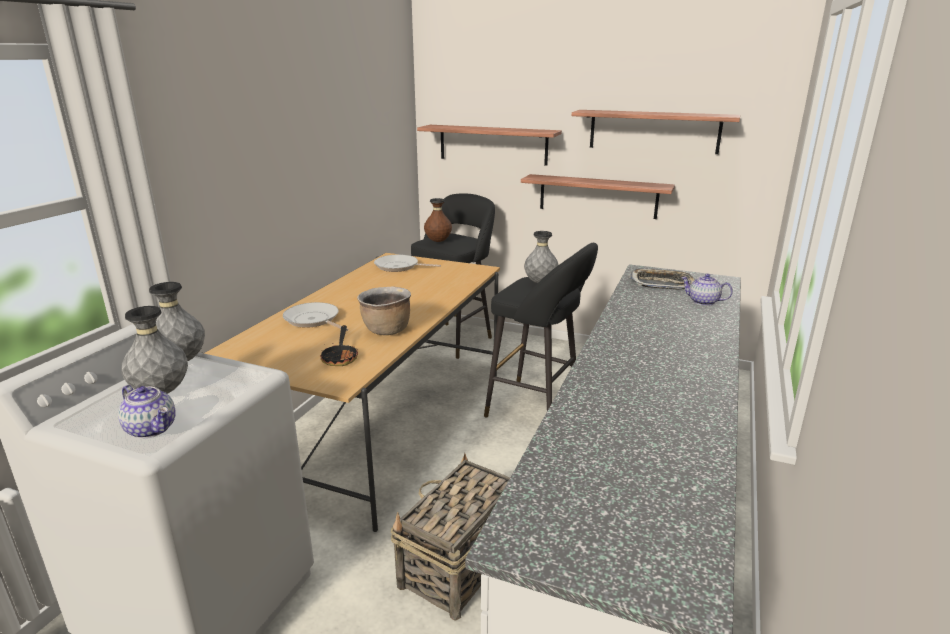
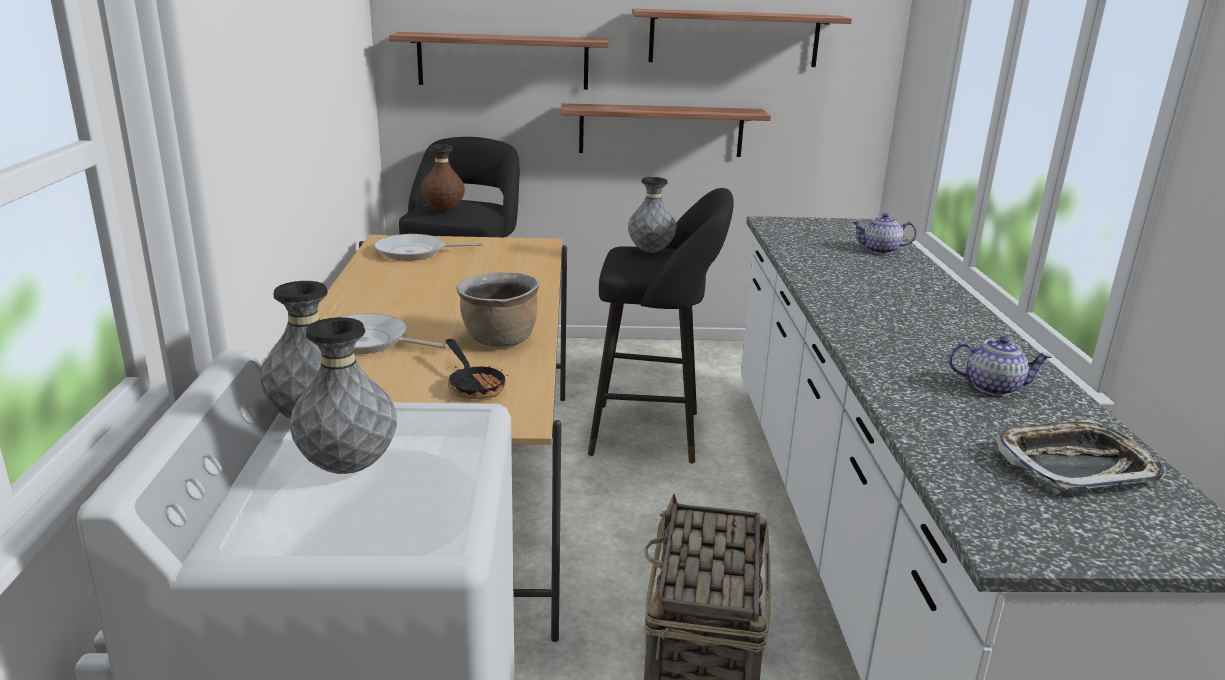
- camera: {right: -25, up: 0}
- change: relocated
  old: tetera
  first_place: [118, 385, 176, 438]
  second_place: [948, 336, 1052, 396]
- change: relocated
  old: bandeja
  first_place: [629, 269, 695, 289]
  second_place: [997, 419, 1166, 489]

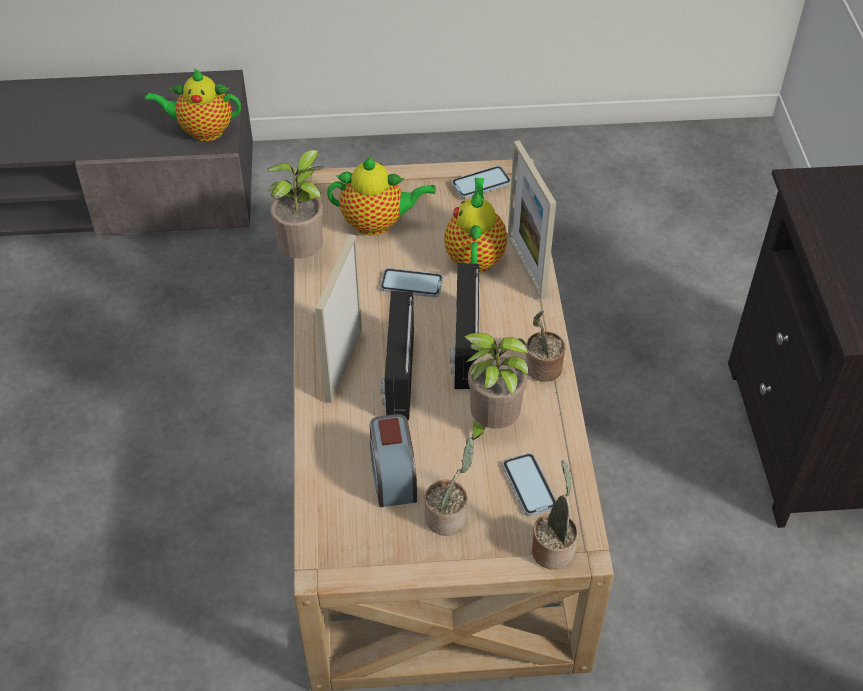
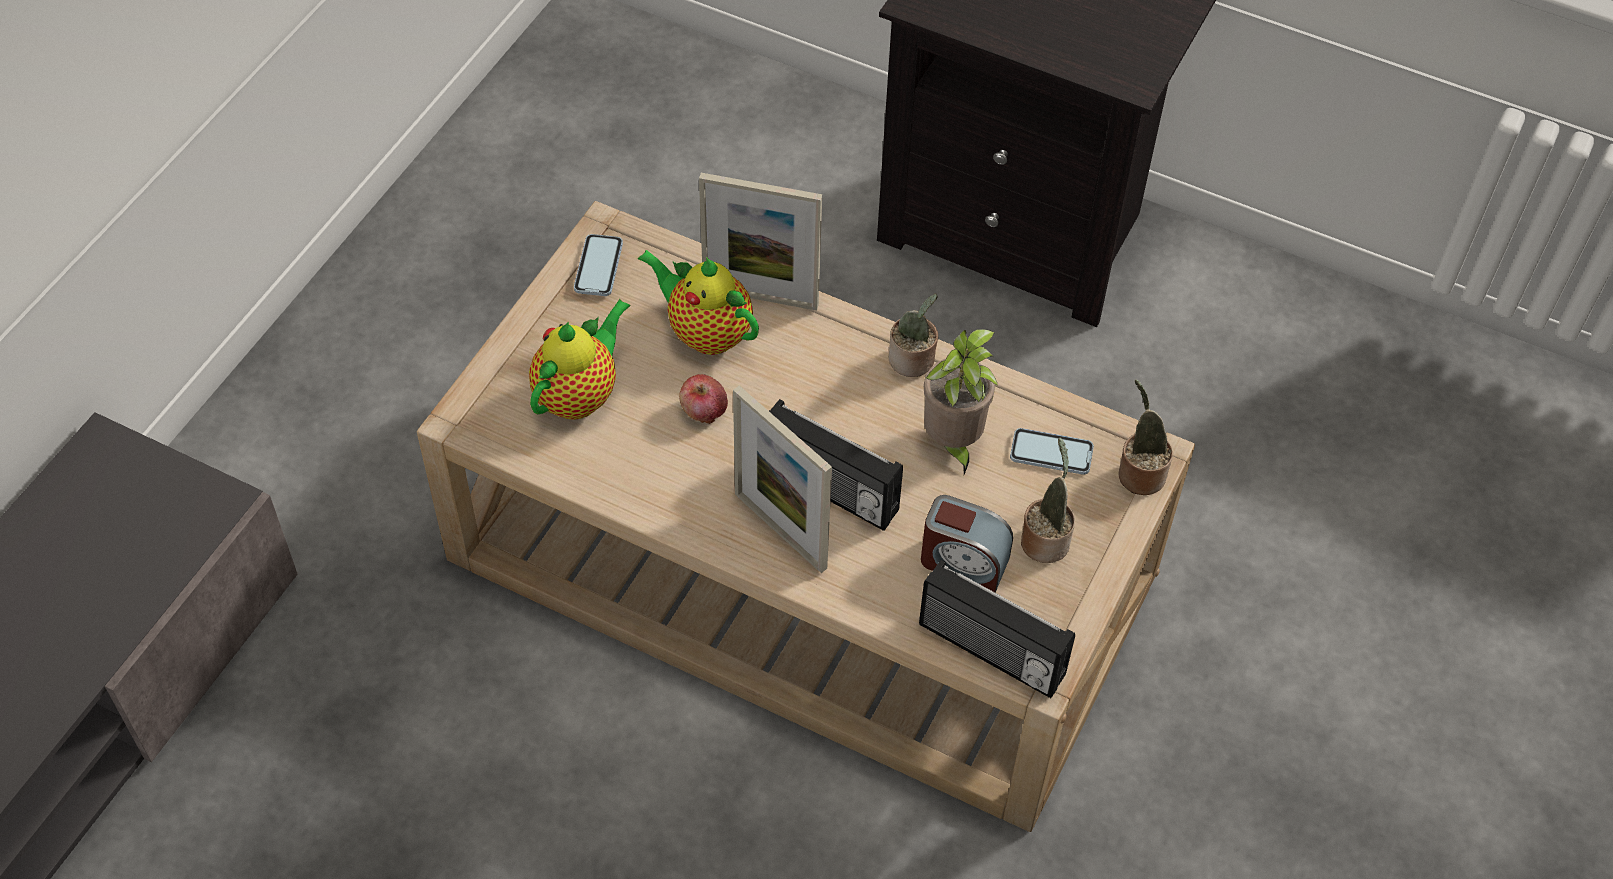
- camera: {right: -60, up: 5}
- change: missing
  old: tetera
  first_place: [145, 69, 241, 141]
- change: missing
  old: planta en maceta
  first_place: [267, 149, 324, 258]
- change: relocated
  old: radio
  first_place: [450, 263, 479, 389]
  second_place: [919, 560, 1075, 698]
- change: exchanged
  old: móvil
  new: manzana
  first_place: [380, 268, 443, 297]
  second_place: [679, 374, 728, 424]

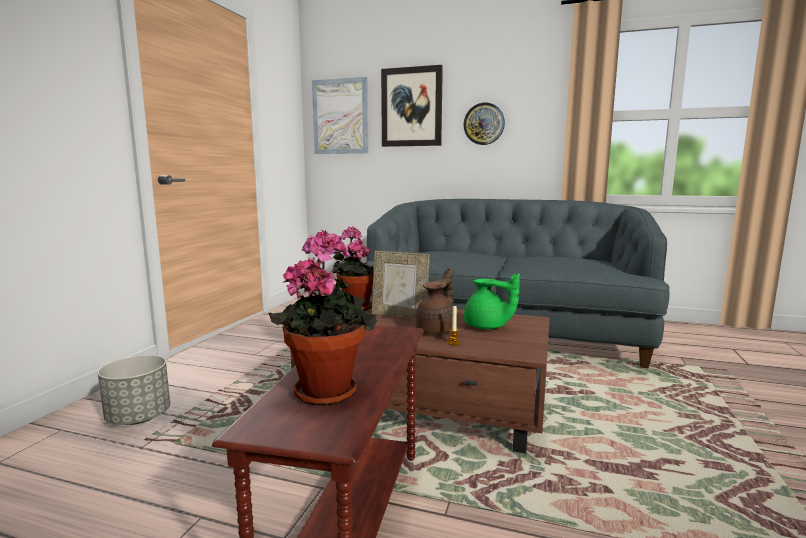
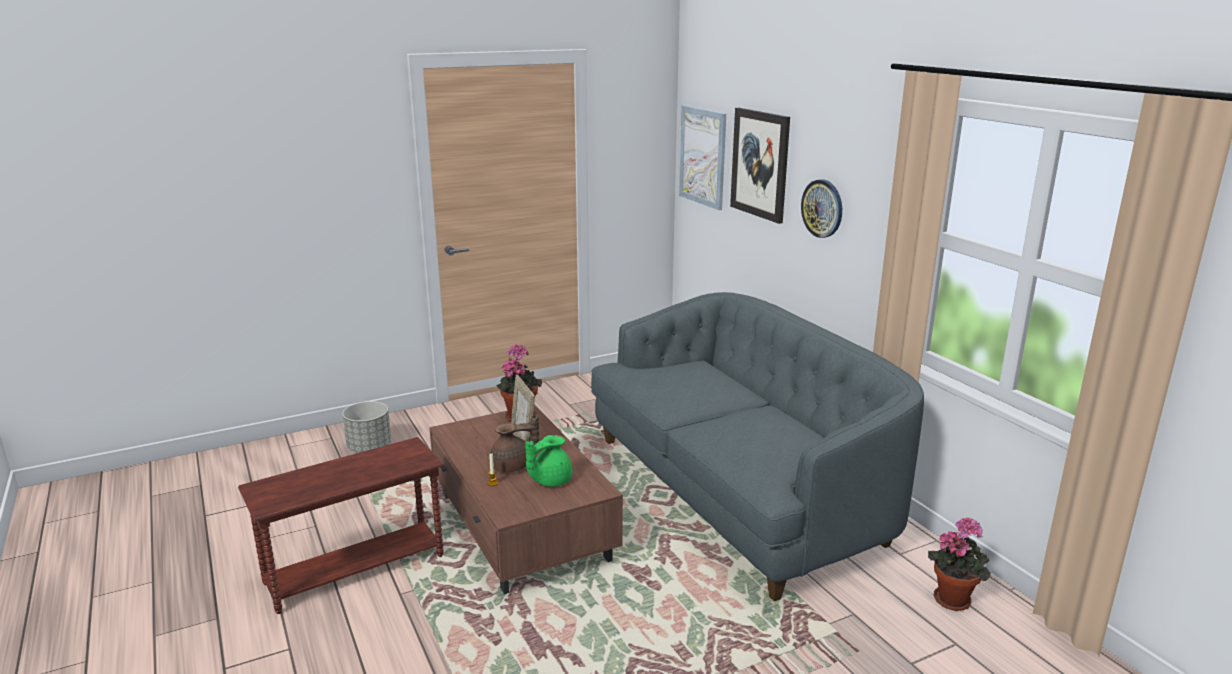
- camera: {right: 45, up: 10}
- change: relocated
  old: planta en maceta
  first_place: [268, 230, 377, 405]
  second_place: [928, 517, 991, 611]
- change: spun
  old: tetera/verde
  first_place: [464, 273, 520, 329]
  second_place: [526, 435, 572, 487]
  degrees: 60

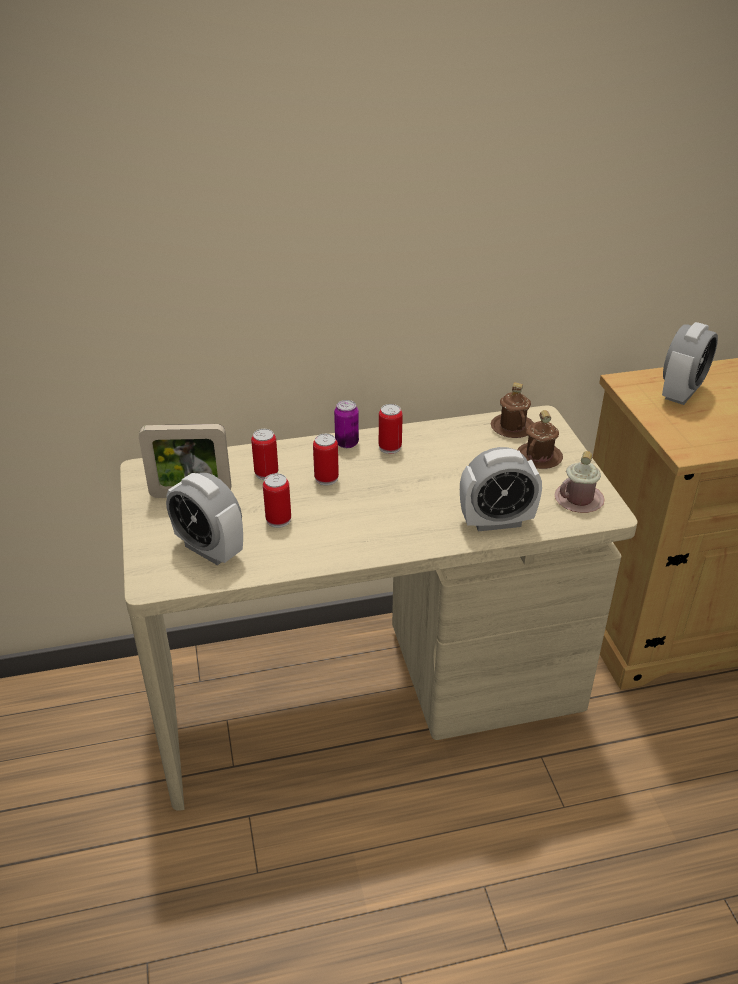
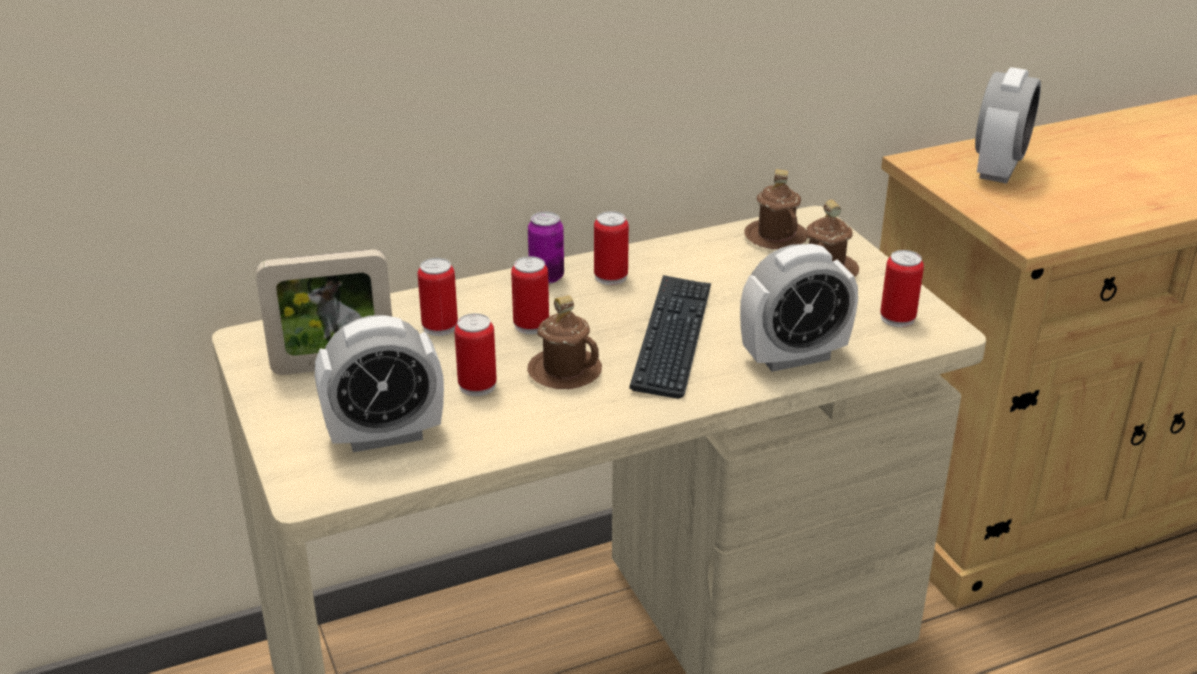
- camera: {right: -10, up: -5}
- change: appeared
  new: taza grande/marrón
  second_place: [527, 295, 602, 389]
- change: appeared
  new: teclado
  second_place: [629, 275, 711, 399]
- change: exchanged
  old: taza grande/rosa
  new: lata
  first_place: [555, 451, 605, 513]
  second_place: [880, 250, 924, 327]
- change: spun
  old: despertador
  first_place: [166, 473, 243, 566]
  second_place: [315, 315, 444, 452]
  degrees: -45

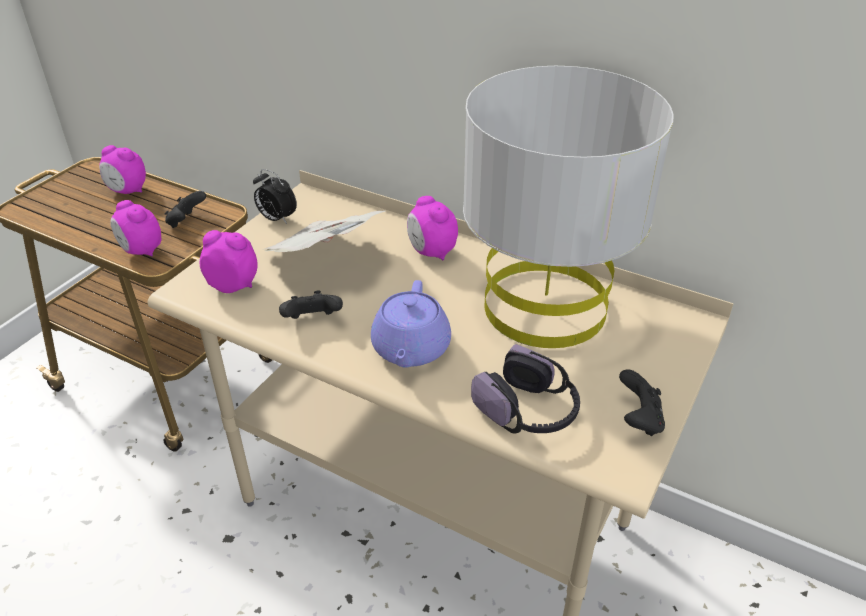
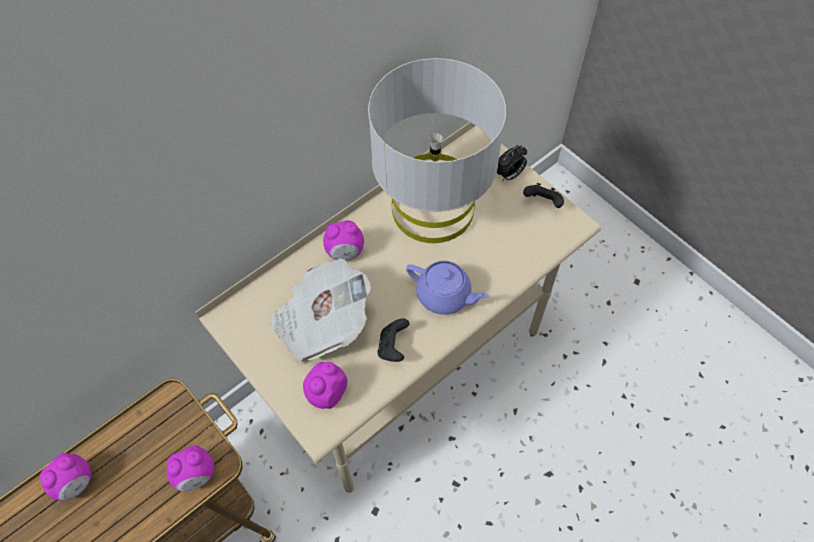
- camera: {right: -70, up: 20}
- change: missing
  old: mando de consola/negro
  first_place: [165, 191, 206, 228]
- change: missing
  old: auriculares
  first_place: [471, 344, 580, 434]
- change: relocated
  old: despertador
  first_place: [253, 169, 297, 224]
  second_place: [497, 145, 527, 181]

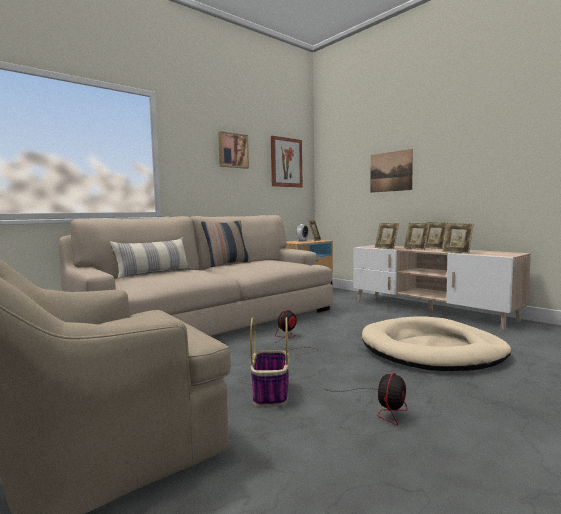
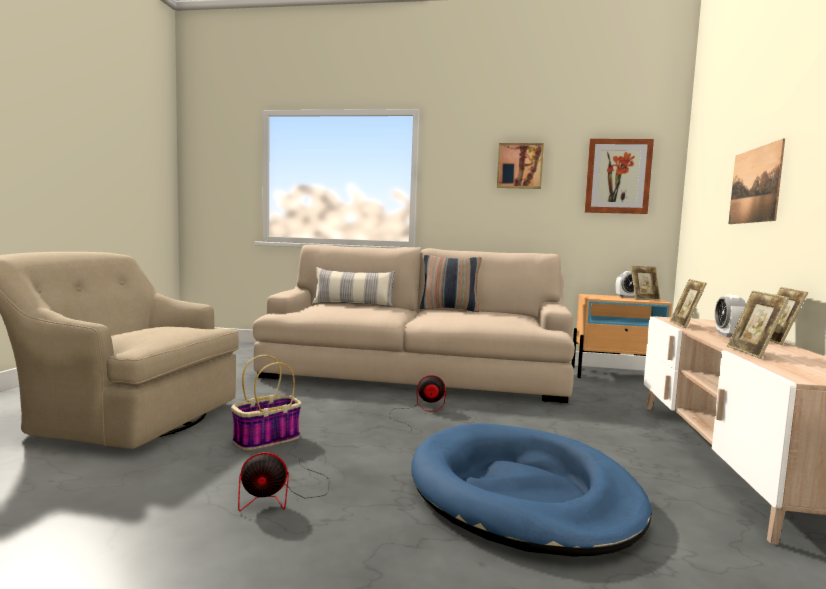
- camera: {right: 50, up: 0}
- change: exchanged
  old: portarretratos
  new: despertador
  first_place: [404, 223, 430, 250]
  second_place: [715, 294, 746, 337]
- change: colour
  old: cama para perro/beis
  new: cama para perro/azul
  first_place: [362, 316, 511, 371]
  second_place: [411, 423, 652, 557]

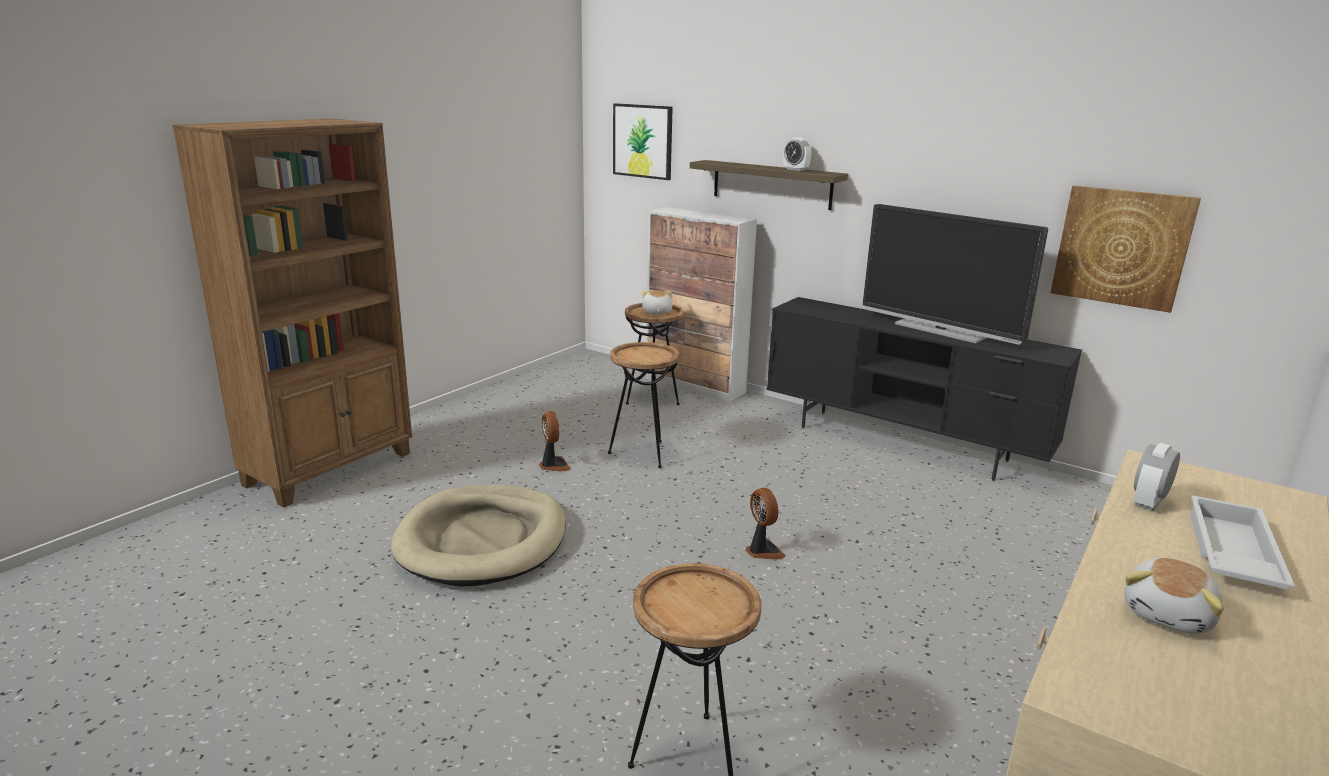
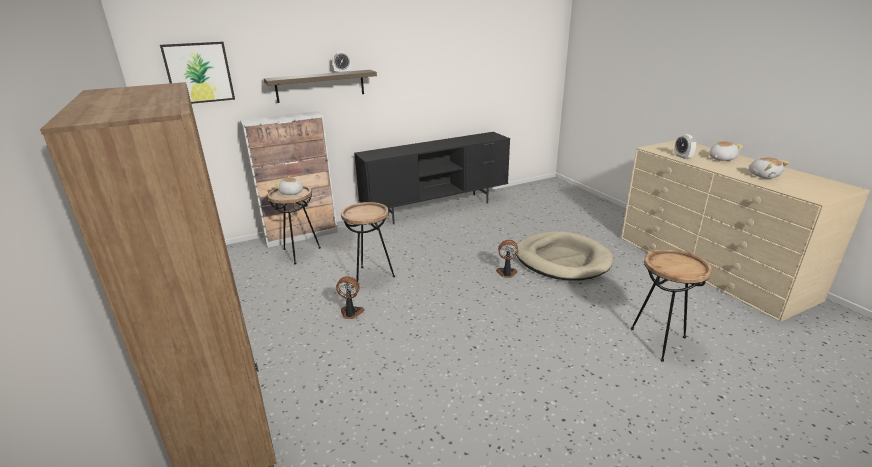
- camera: {right: -60, up: 5}
- change: missing
  old: televisor
  first_place: [863, 204, 1048, 345]
- change: missing
  old: cuadro
  first_place: [1050, 185, 1201, 313]
- change: relocated
  old: cama para perro/beis
  first_place: [391, 485, 566, 586]
  second_place: [515, 231, 613, 281]
- change: exchanged
  old: bandeja/blanco
  new: peluche
  first_place: [1190, 495, 1295, 589]
  second_place: [709, 141, 743, 161]

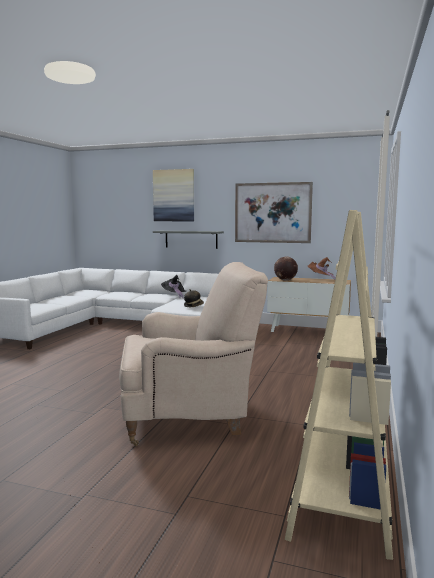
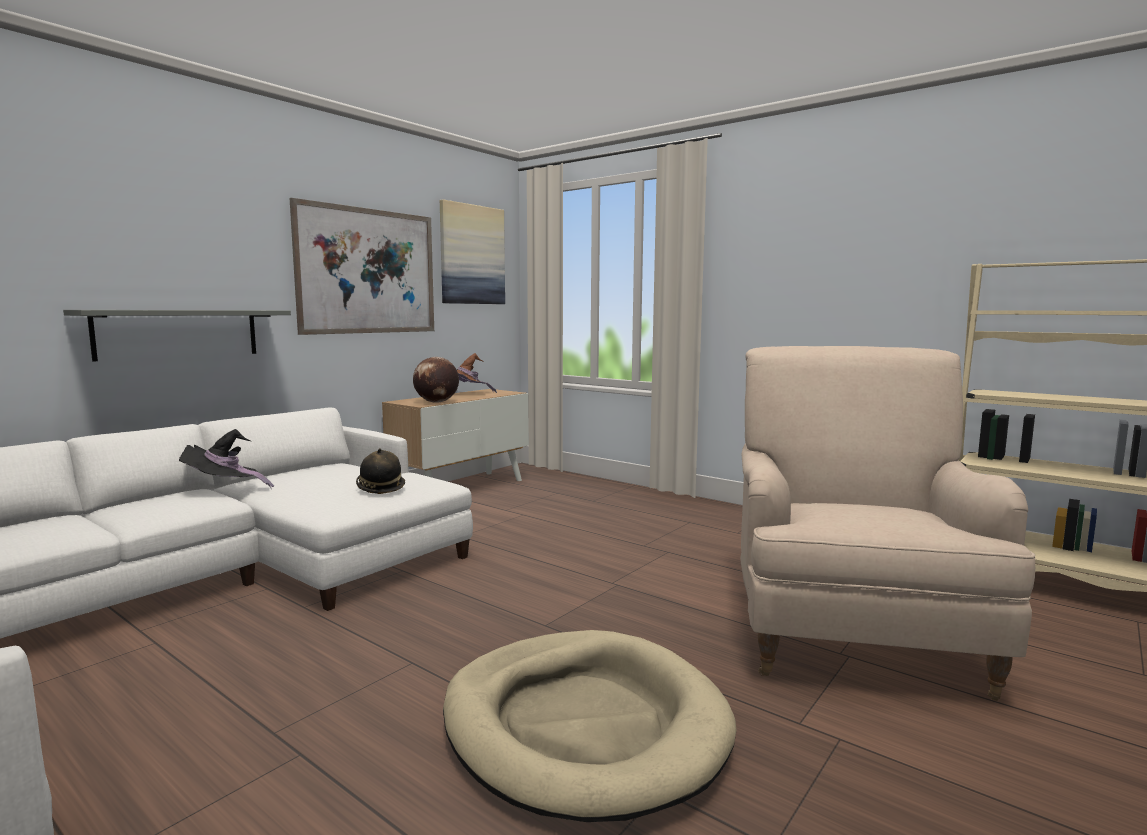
- camera: {right: -70, up: 0}
- change: appeared
  new: cama para perro/beis
  second_place: [443, 630, 737, 822]
- change: relocated
  old: cuadro
  first_place: [153, 169, 194, 221]
  second_place: [440, 199, 505, 304]

